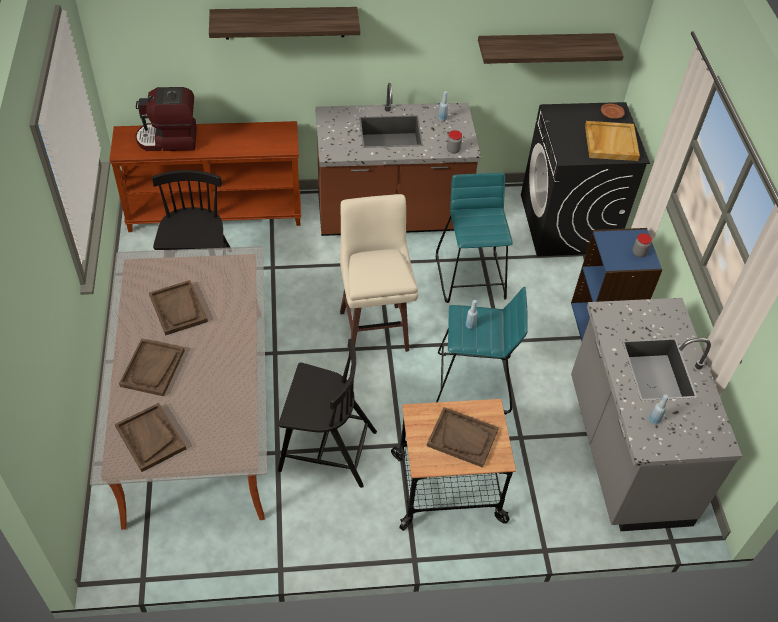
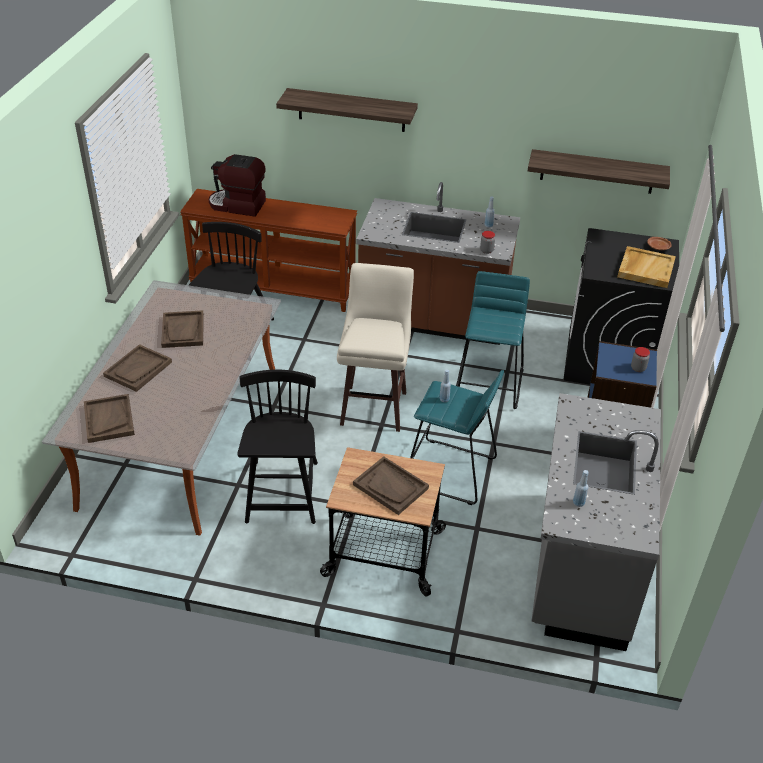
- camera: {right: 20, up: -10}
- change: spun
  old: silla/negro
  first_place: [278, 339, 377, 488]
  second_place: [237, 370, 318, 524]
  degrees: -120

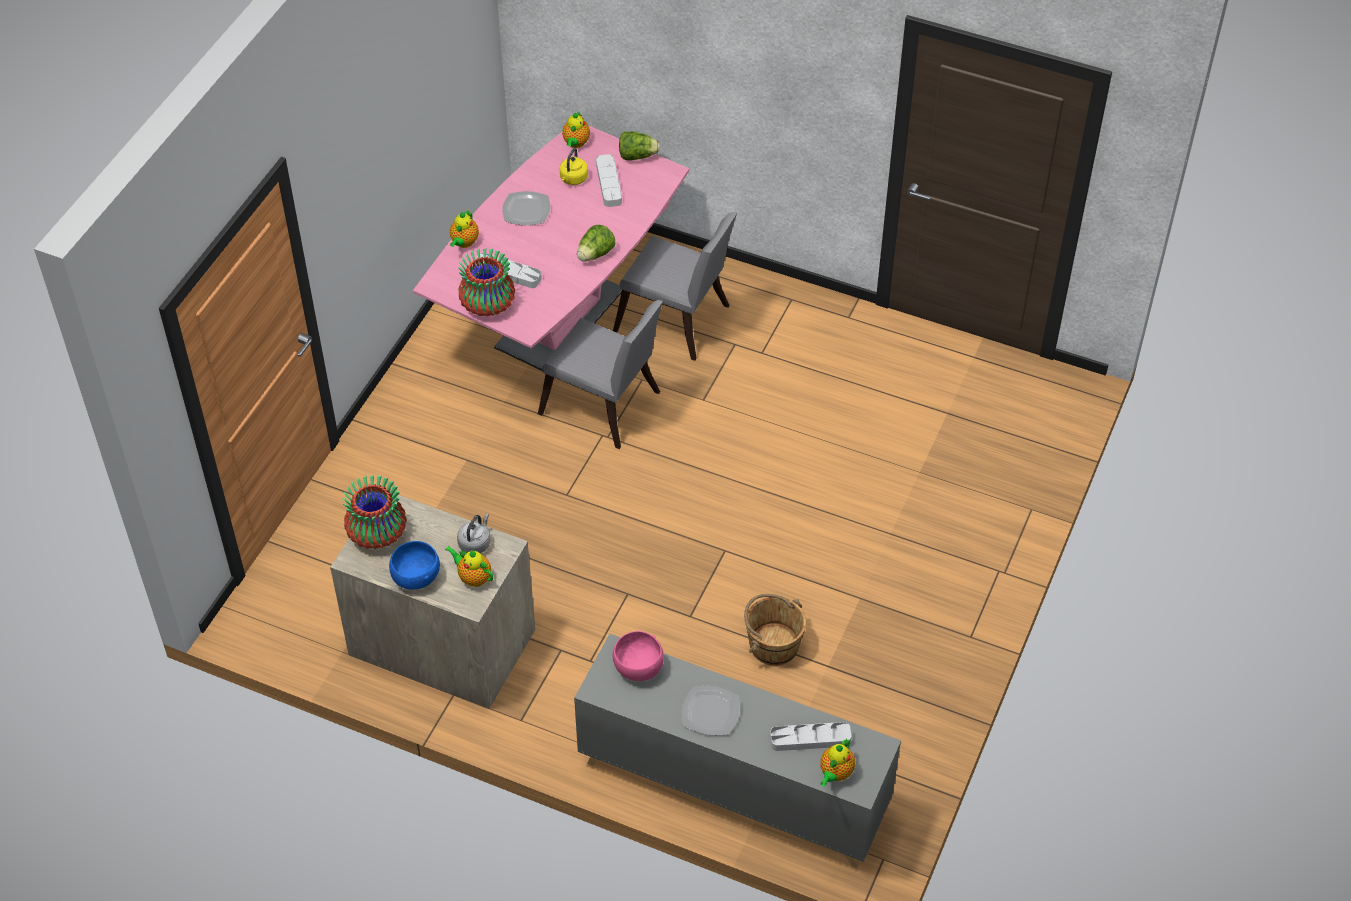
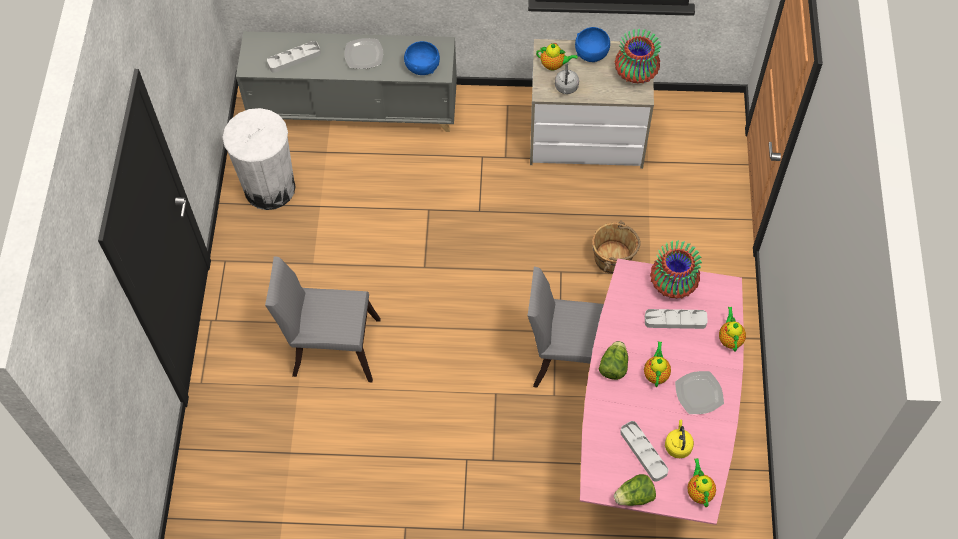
- camera: {right: 160, up: 10}
- change: appeared
  new: papelera/blanco
  second_place: [222, 108, 296, 210]
- change: relocated
  old: silla/gris
  first_place: [613, 212, 737, 361]
  second_place: [265, 256, 381, 382]
- change: relocated
  old: cubo/marrón
  first_place: [744, 594, 806, 666]
  second_place: [592, 220, 641, 274]
- change: relocated
  old: tetera
  first_place: [820, 739, 855, 787]
  second_place: [644, 341, 671, 387]
- change: colour
  old: cuenco/rosa
  new: cuenco/azul
  first_place: [613, 631, 664, 681]
  second_place: [404, 41, 440, 75]

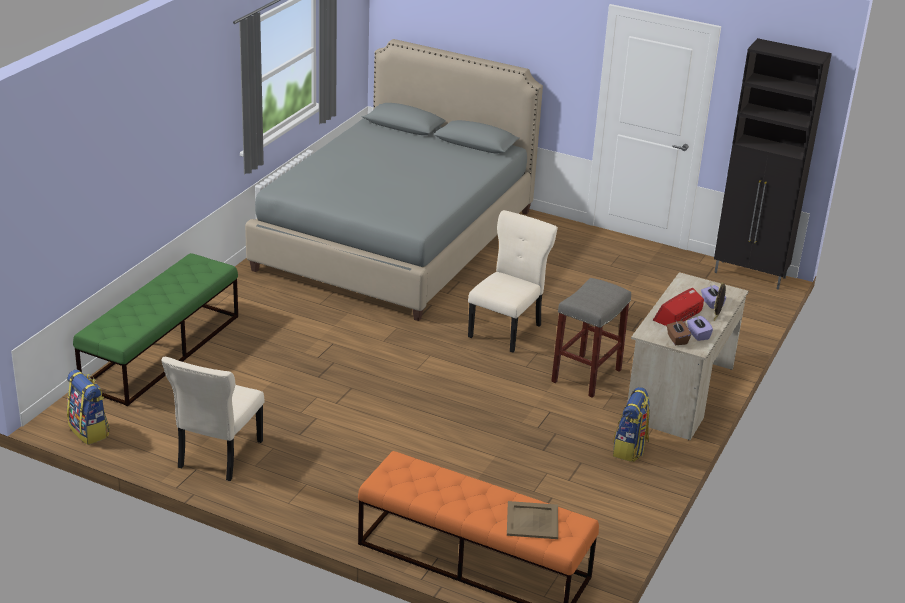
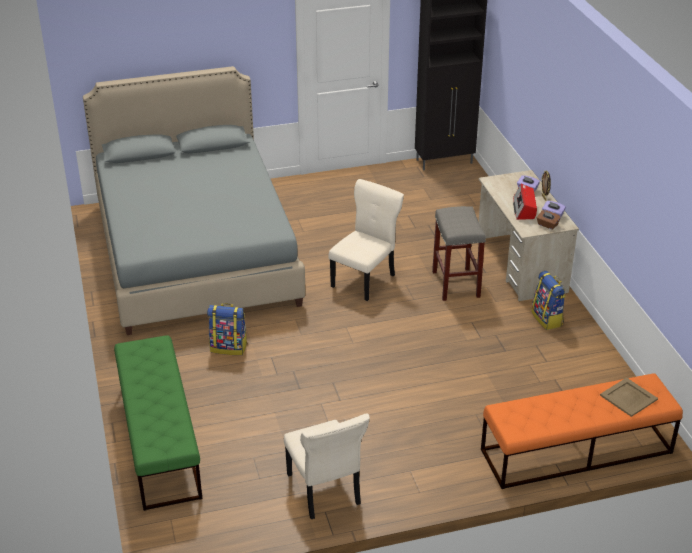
- camera: {right: -40, up: 5}
- change: relocated
  old: mochila
  first_place: [67, 370, 110, 445]
  second_place: [207, 303, 247, 355]
- change: spun
  old: silla/beis
  first_place: [468, 210, 558, 353]
  second_place: [329, 179, 404, 301]
  degrees: 45

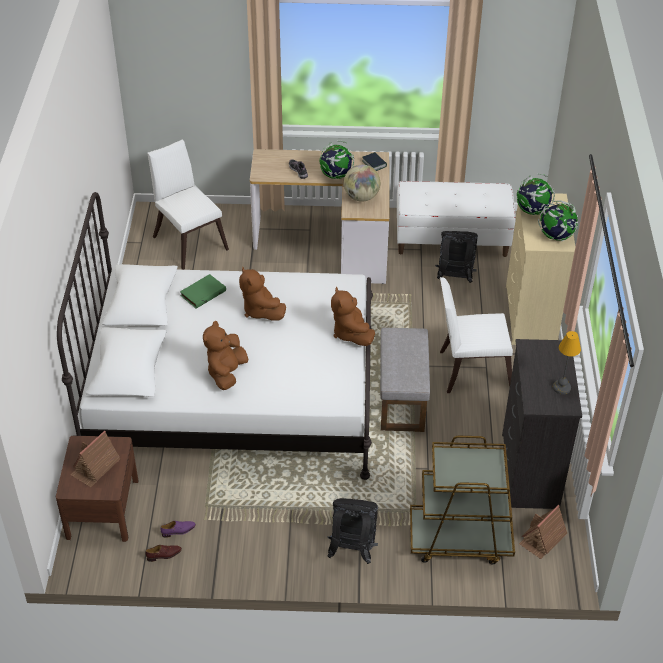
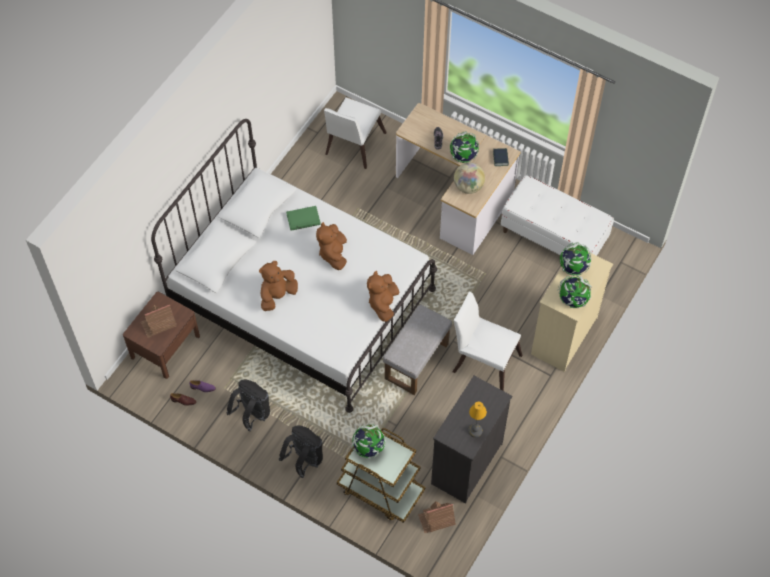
- camera: {right: 30, up: 15}
- change: appeared
  new: globo terráqueo
  second_place: [351, 424, 386, 459]
- change: relocated
  old: mochila/negro
  first_place: [435, 231, 478, 283]
  second_place: [227, 380, 270, 431]
- change: spun
  old: silla/blanco
  first_place: [147, 139, 229, 270]
  second_place: [324, 97, 387, 169]
  degrees: -150

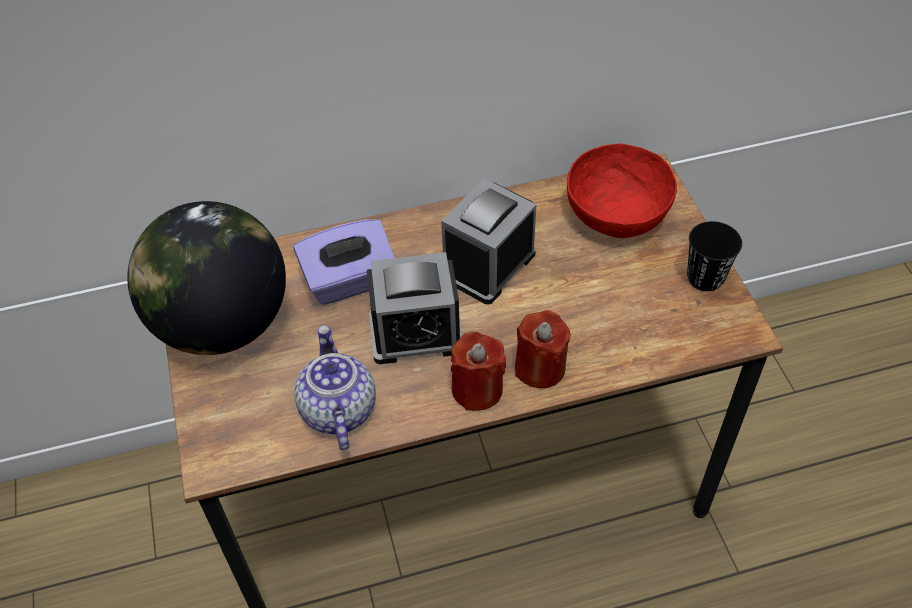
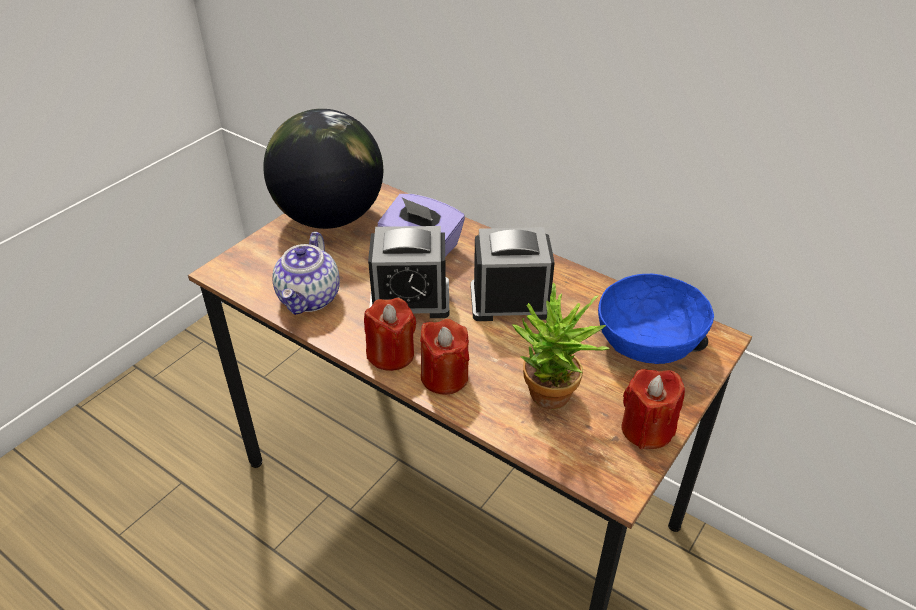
- camera: {right: 50, up: -10}
- change: appeared
  new: planta en maceta
  second_place: [512, 282, 610, 409]
- change: exchanged
  old: taza/negro
  new: vela/rojo
  first_place: [687, 221, 742, 291]
  second_place: [621, 369, 685, 449]
- change: colour
  old: cuenco/rojo
  new: cuenco/azul
  first_place: [567, 143, 677, 238]
  second_place: [598, 274, 714, 364]
- change: spun
  old: tetera
  first_place: [294, 325, 376, 450]
  second_place: [272, 232, 340, 315]
  degrees: 150
- change: spun
  old: despertador
  first_place: [367, 252, 463, 364]
  second_place: [368, 226, 449, 318]
  degrees: -45

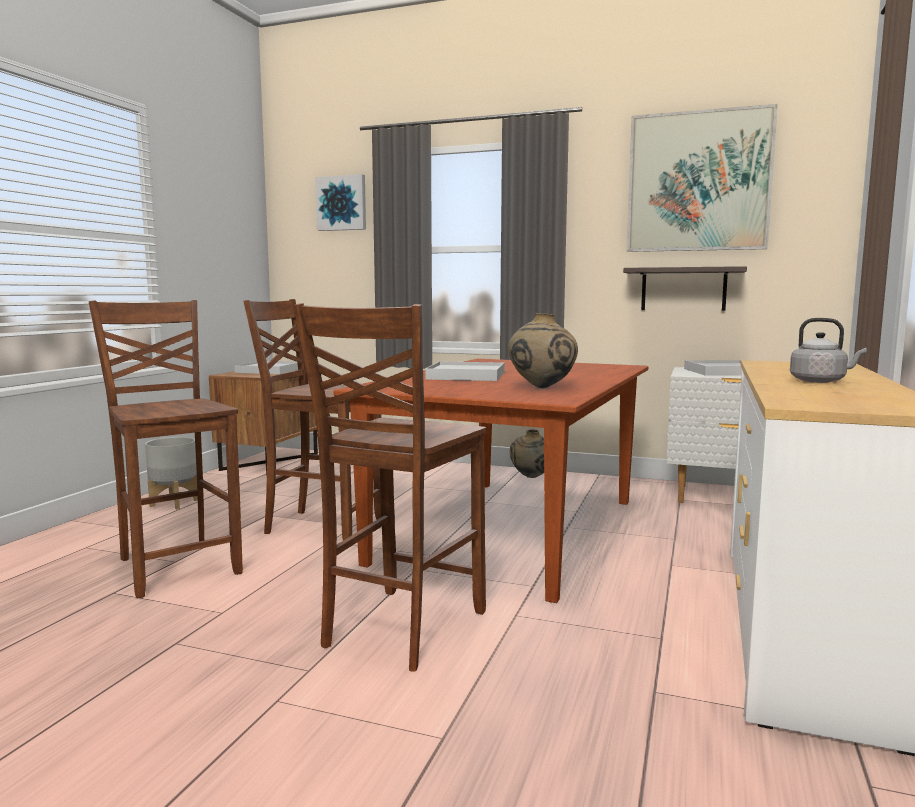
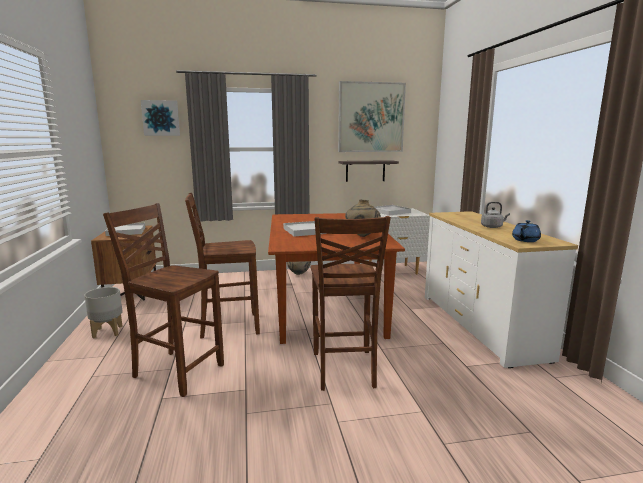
- camera: {right: -30, up: 5}
- change: appeared
  new: tetera/azul
  second_place: [512, 220, 541, 242]

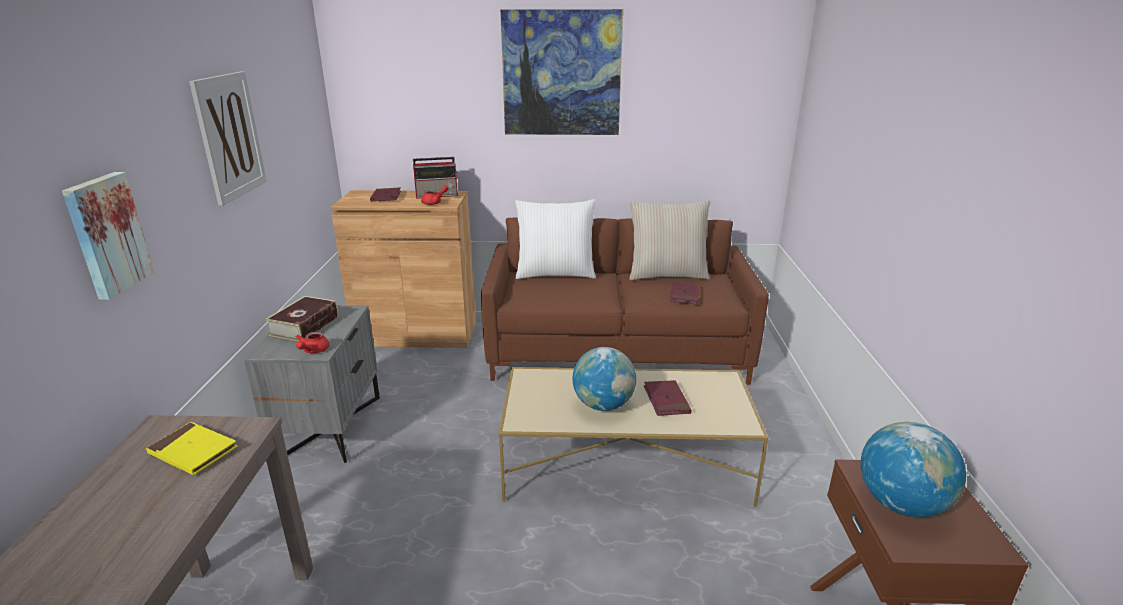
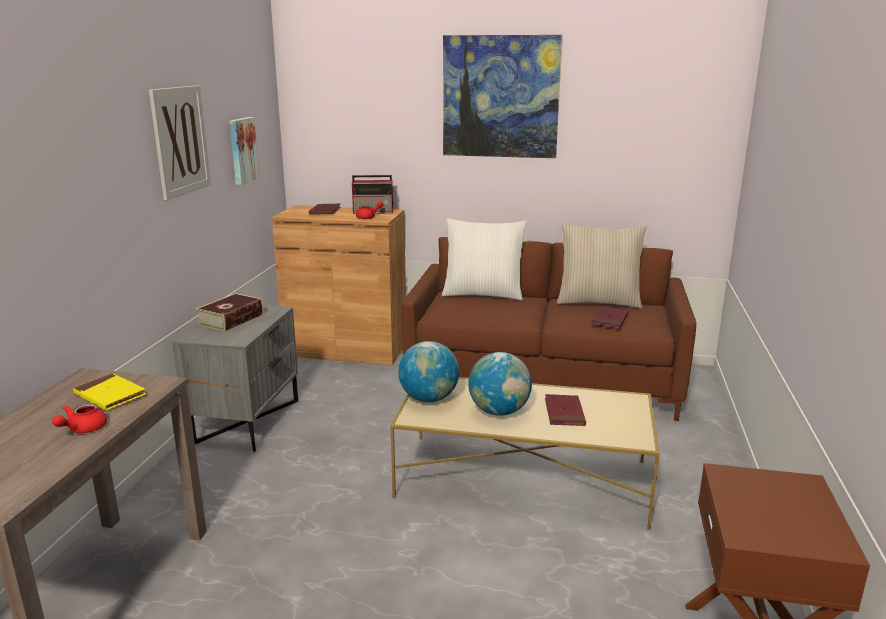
- camera: {right: 10, up: -5}
- change: relocated
  old: cuadro
  first_place: [62, 172, 154, 300]
  second_place: [229, 117, 259, 185]
- change: relocated
  old: tetera/rojo
  first_place: [295, 332, 329, 353]
  second_place: [52, 403, 107, 433]
- change: relocated
  old: globo terráqueo
  first_place: [861, 422, 966, 517]
  second_place: [398, 341, 459, 402]

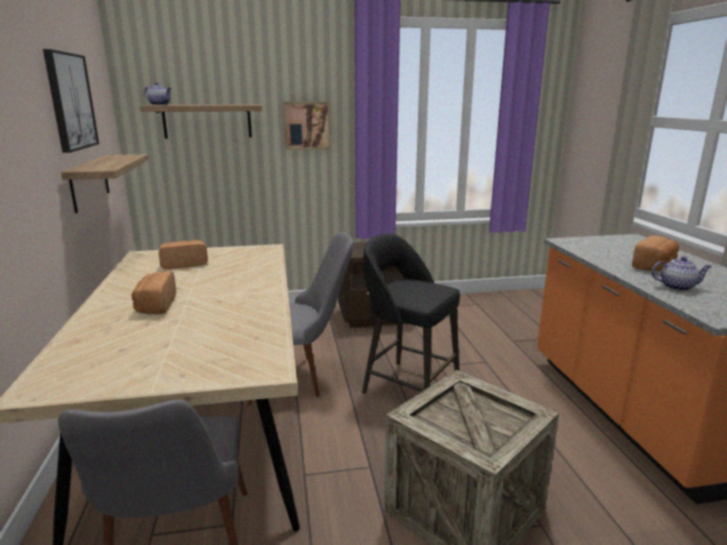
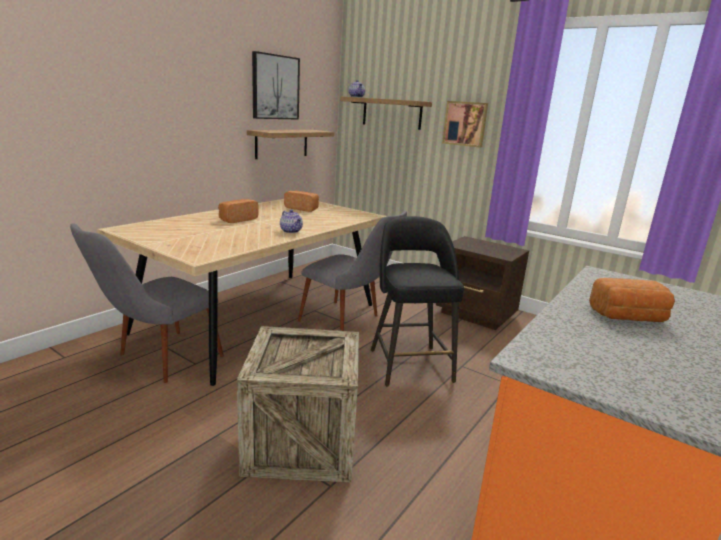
- camera: {right: 45, up: 0}
- change: relocated
  old: tetera
  first_place: [651, 256, 712, 291]
  second_place: [280, 209, 303, 233]

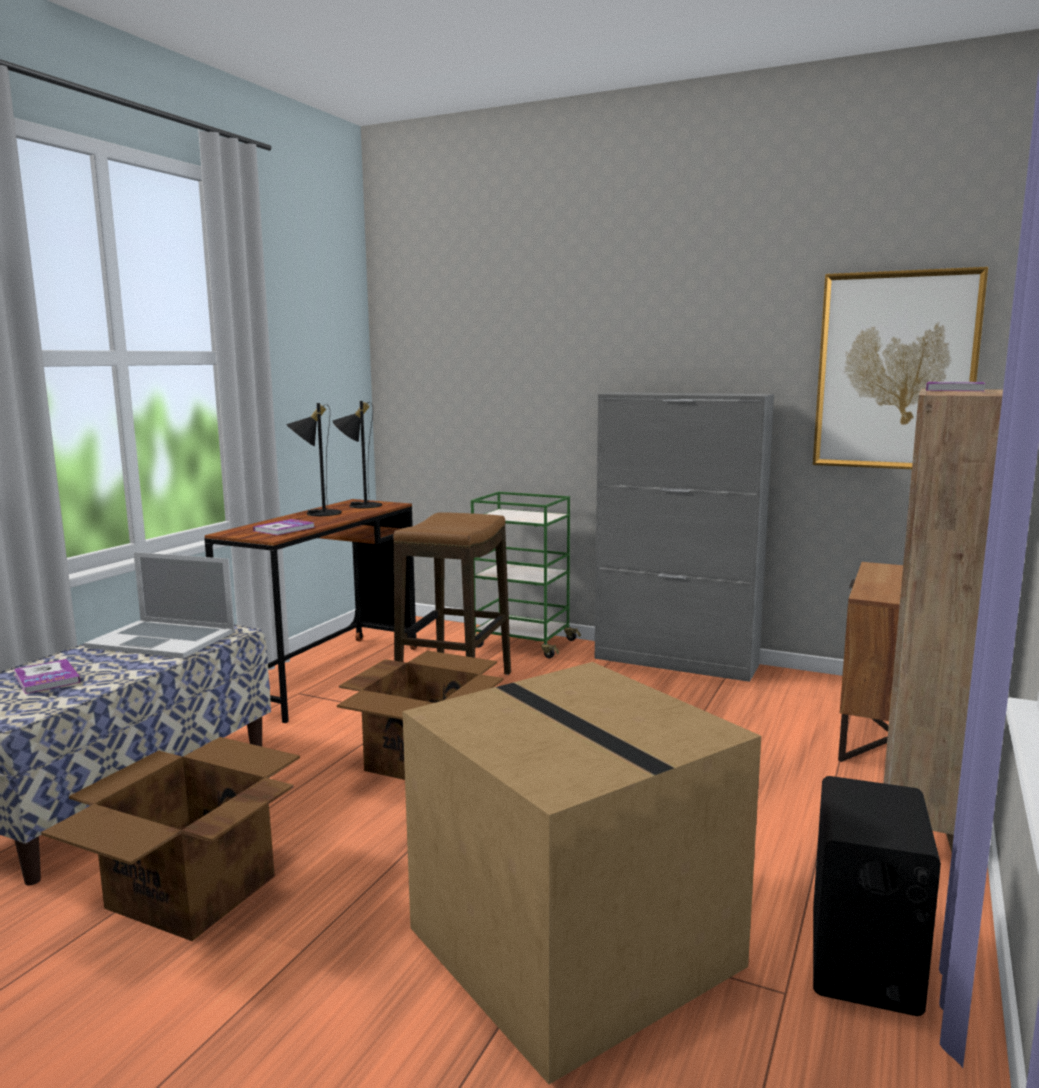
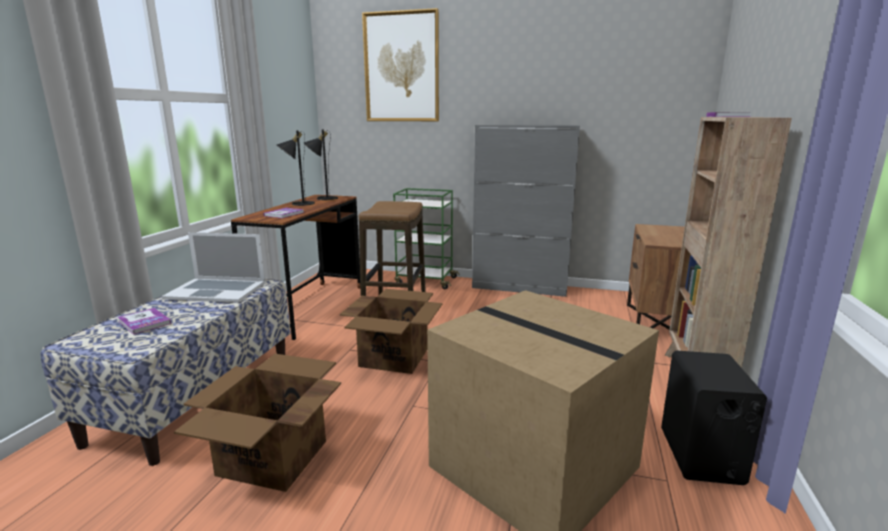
- camera: {right: -10, up: 5}
- change: relocated
  old: cuadro
  first_place: [813, 267, 988, 469]
  second_place: [362, 8, 439, 121]

